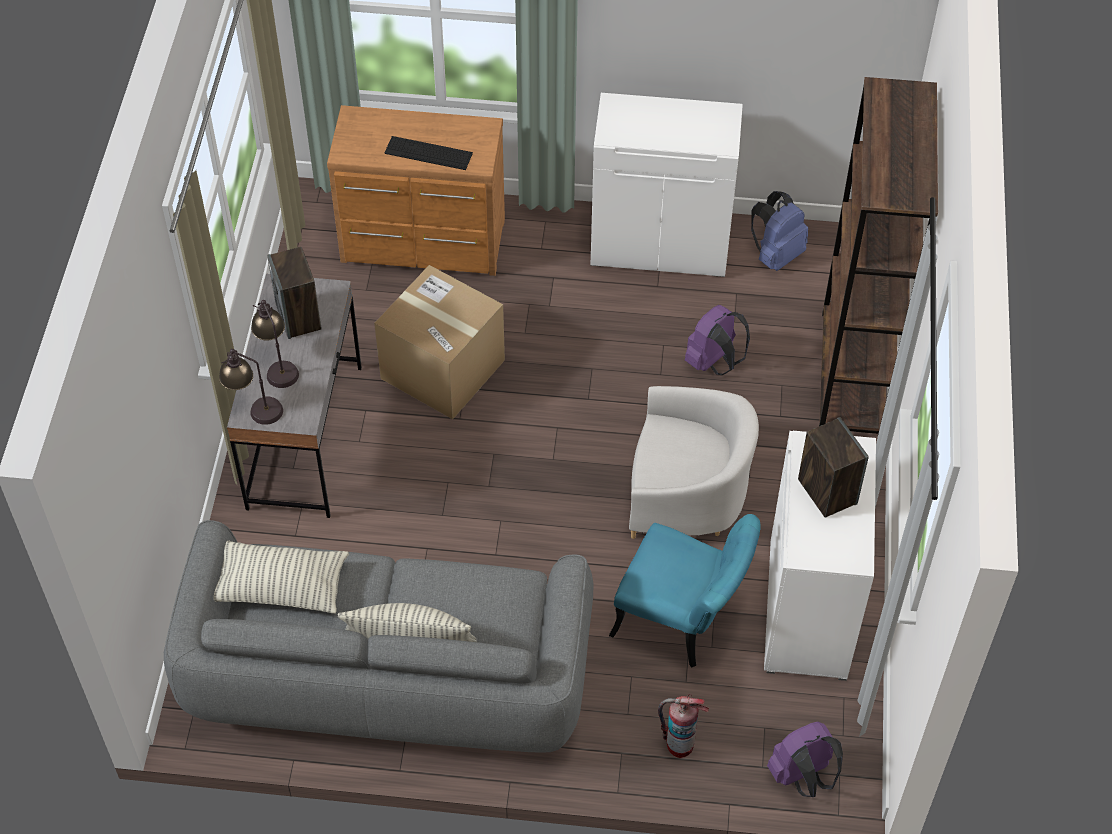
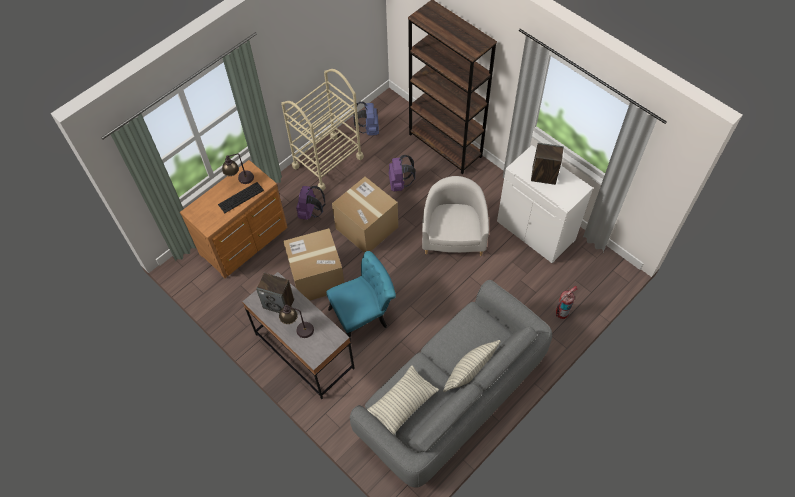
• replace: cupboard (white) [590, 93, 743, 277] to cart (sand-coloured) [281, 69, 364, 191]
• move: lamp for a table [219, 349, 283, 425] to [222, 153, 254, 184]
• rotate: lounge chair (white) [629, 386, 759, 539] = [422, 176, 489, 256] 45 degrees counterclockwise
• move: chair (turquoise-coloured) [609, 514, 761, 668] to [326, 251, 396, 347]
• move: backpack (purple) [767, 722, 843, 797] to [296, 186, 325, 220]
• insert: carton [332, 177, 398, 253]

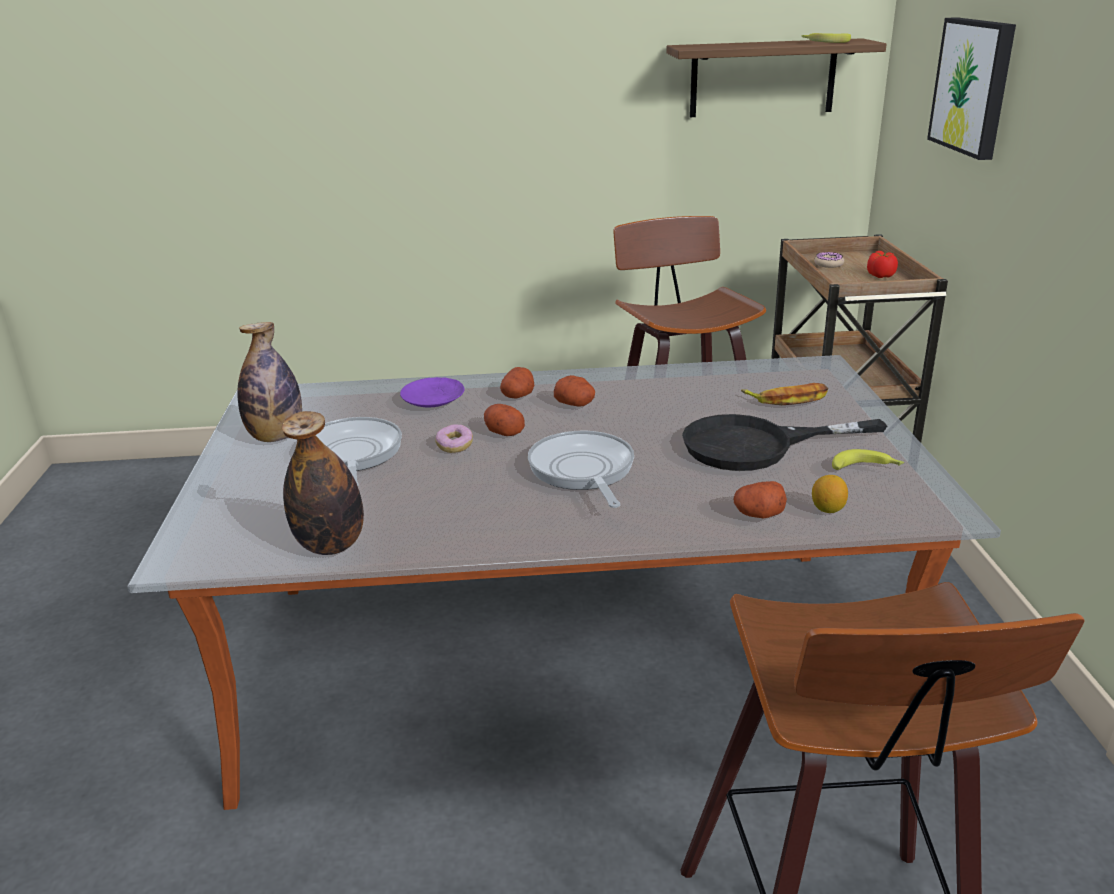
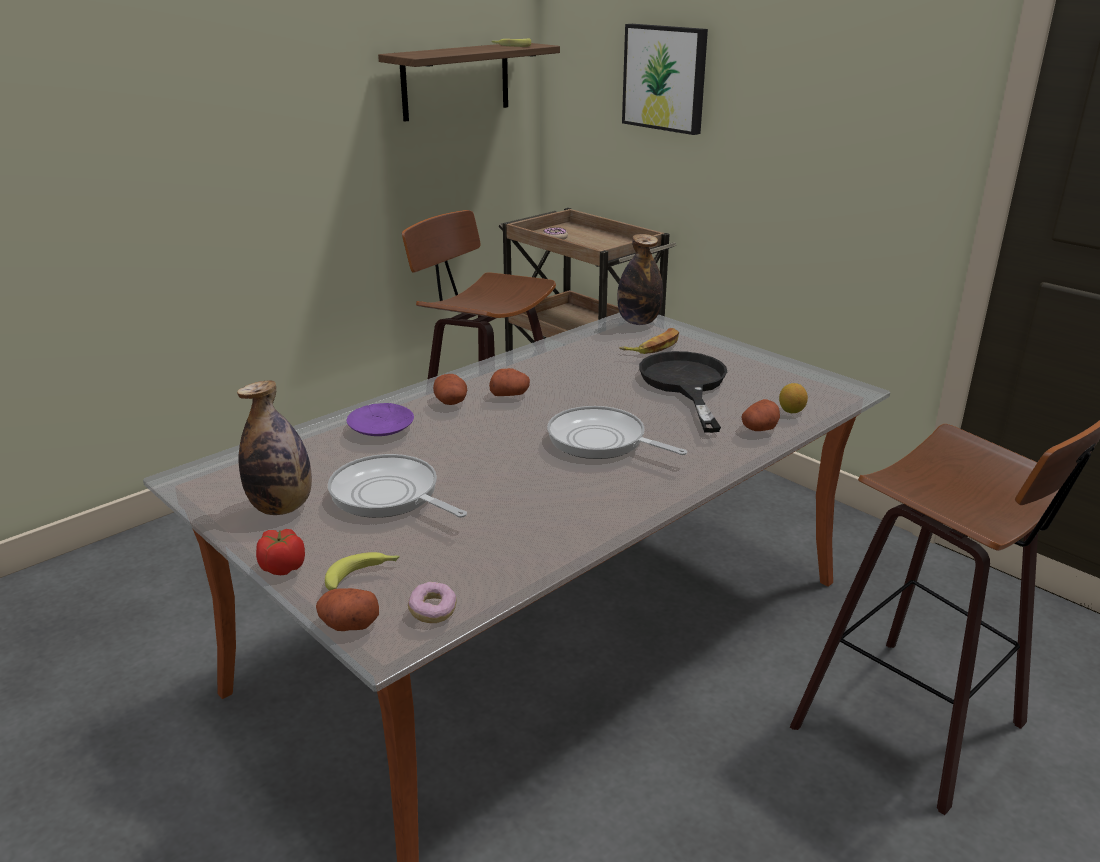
• move: fresh tomato [867, 251, 898, 278] to [256, 529, 305, 575]
• move: potato [484, 404, 525, 436] to [316, 588, 379, 631]
• move: bottle [282, 411, 364, 555] to [617, 234, 663, 325]
• rotate: frying pan (blackish) [682, 414, 887, 471] = [639, 351, 727, 433] 135 degrees clockwise
• move: donut [435, 424, 473, 453] to [408, 582, 457, 623]
• move: banana [832, 449, 904, 470] to [325, 552, 400, 590]

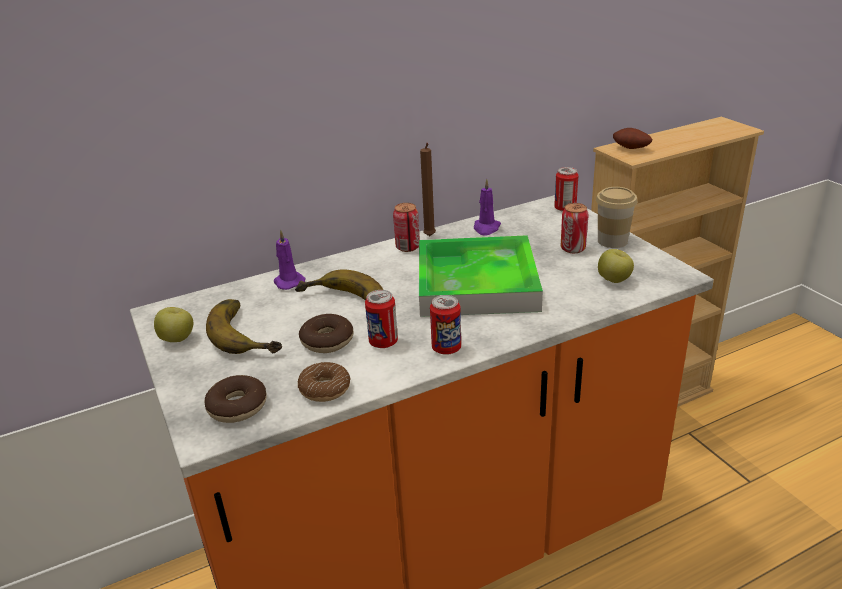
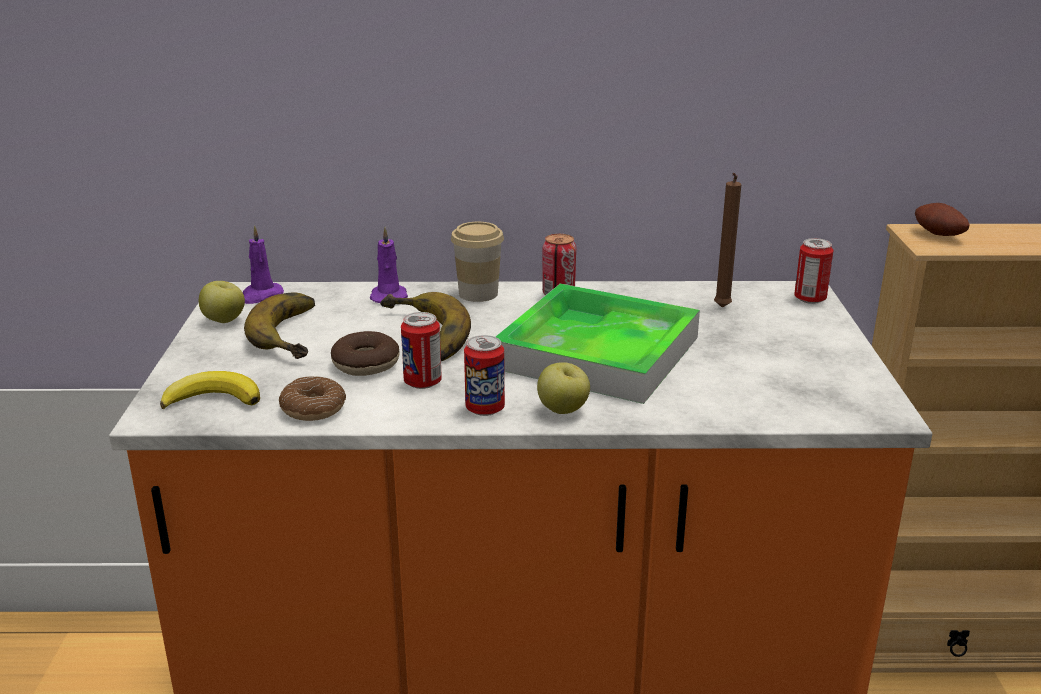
• move: candle (brown-coloured) [420, 143, 436, 236] to [714, 173, 741, 308]
• move: candle (purple) [474, 178, 501, 235] to [243, 225, 284, 304]
• move: drinking cup [596, 187, 637, 248] to [451, 222, 504, 302]
• delete: can [561, 203, 589, 253]
• move: whole apple [598, 249, 634, 283] to [537, 362, 590, 414]
• replace: donut [205, 375, 266, 423] to banana [160, 371, 260, 409]

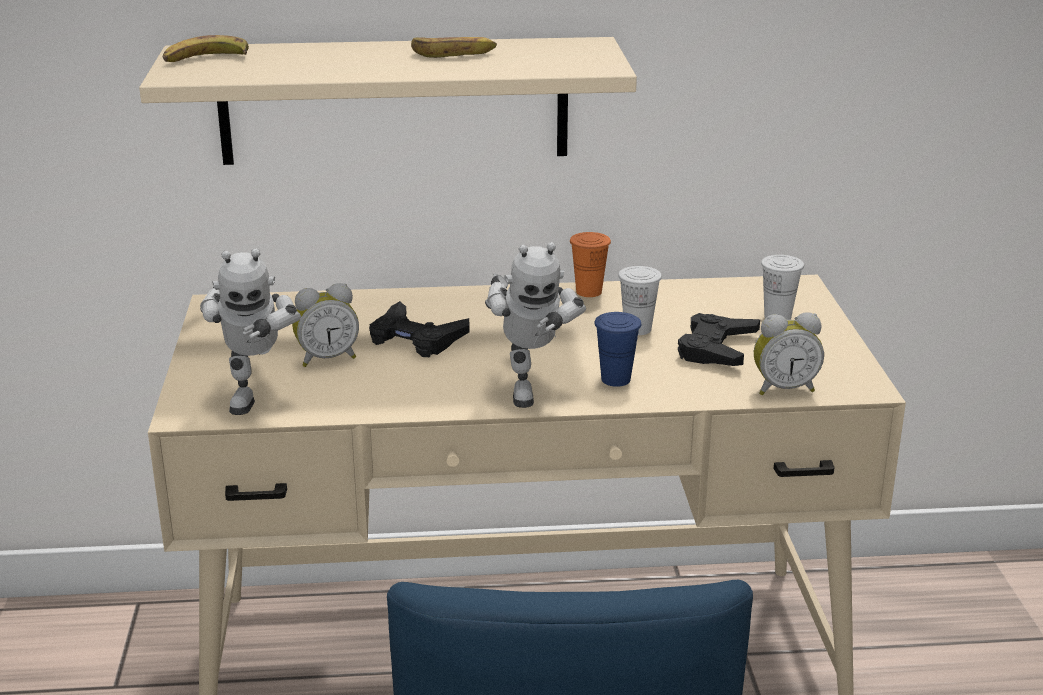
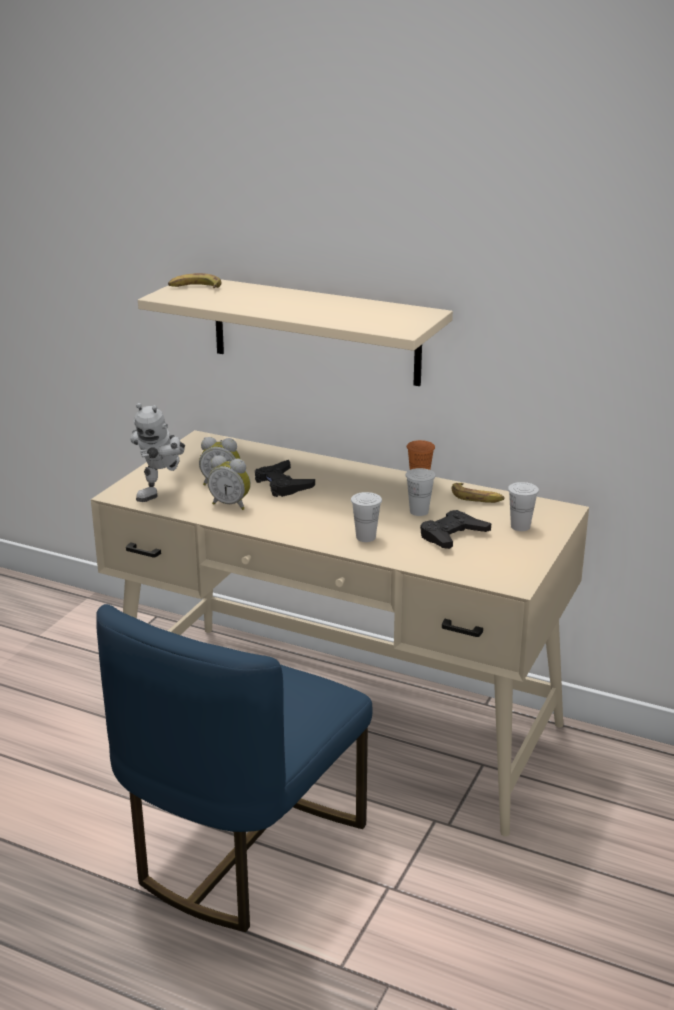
• move: banana [411, 37, 497, 58] to [452, 483, 505, 503]
• delete: toy robot [485, 242, 586, 408]
• recolor: drinking cup (bluish) [594, 312, 641, 387] to drinking cup (white) [351, 492, 382, 542]
• move: alarm clock [754, 313, 824, 395] to [207, 455, 251, 510]

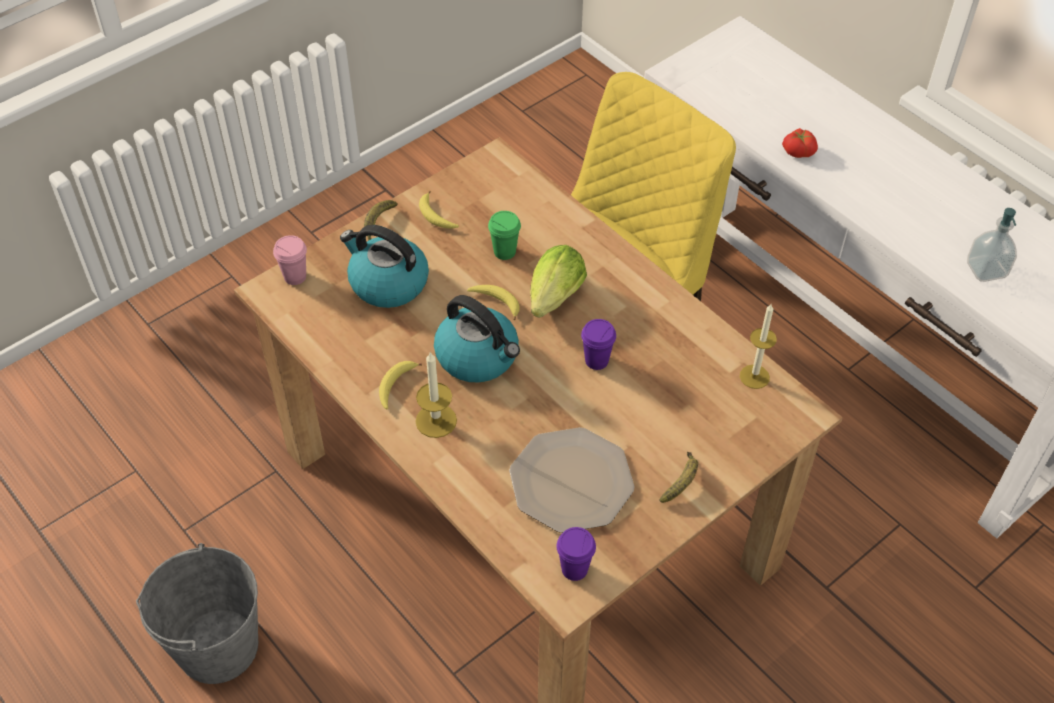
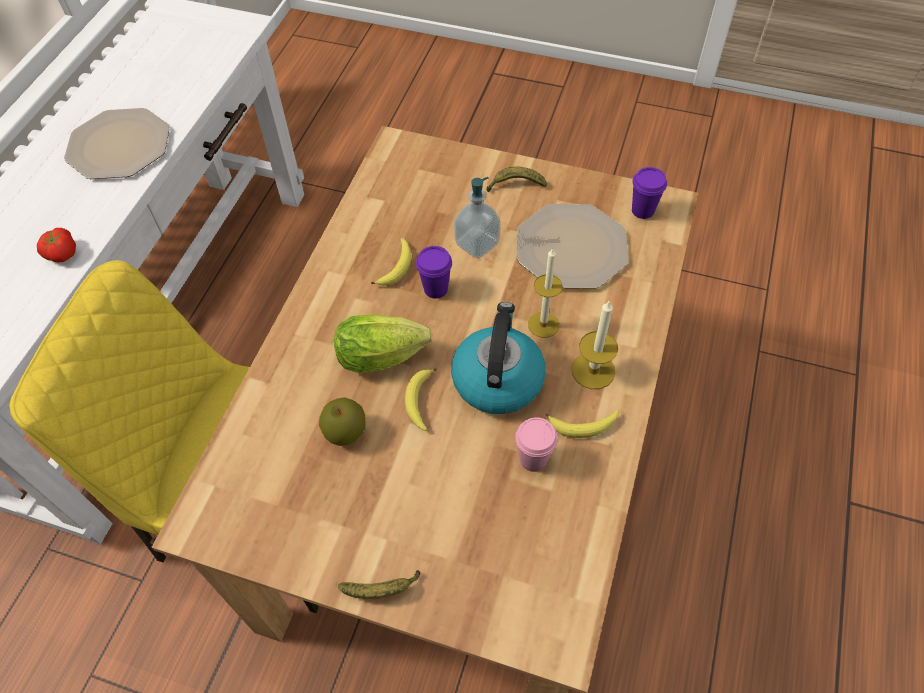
• move: banana [419, 191, 459, 228] to [371, 238, 411, 286]
• move: soap dispenser [967, 208, 1017, 282] to [454, 177, 501, 258]
• replace: drinking cup (green) [488, 211, 521, 260] to whole apple [319, 397, 366, 446]
• delete: water kettle [340, 225, 429, 308]
• move: drinking cup (pink) [273, 235, 307, 285] to [515, 417, 558, 472]
• move: candle [740, 304, 777, 389] to [528, 248, 563, 338]
• delete: water bucket (grey) [136, 543, 259, 684]
• insert: flat dish [64, 108, 170, 179]

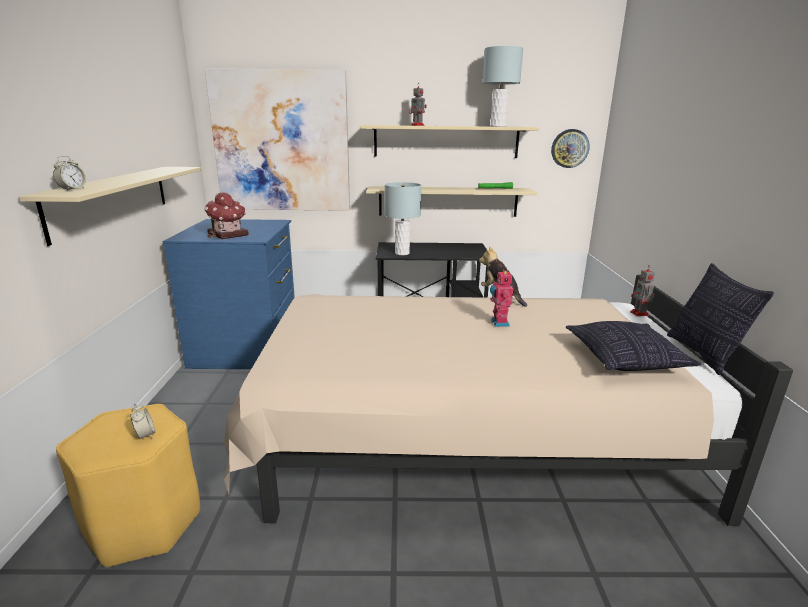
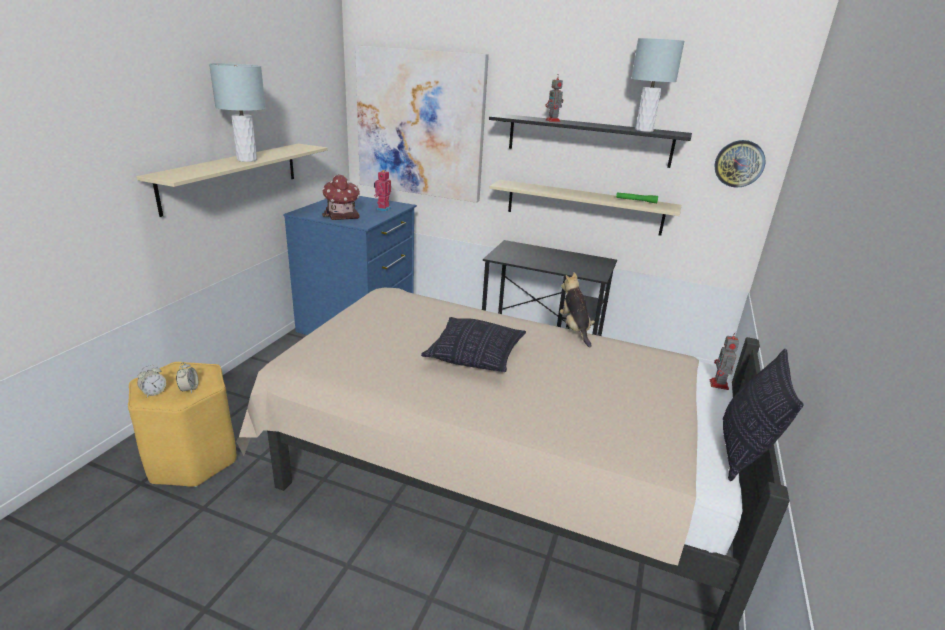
• recolor: bracket shelf (sand-coloured) [360, 125, 539, 158] to bracket shelf (blackish) [489, 114, 692, 168]
• move: alarm clock [53, 156, 86, 191] to [137, 365, 166, 397]
• move: lamp for a table (grey) [385, 182, 421, 255] to [209, 63, 266, 162]
• move: toy robot [490, 271, 513, 327] to [374, 170, 391, 212]
• move: cushion [566, 321, 702, 371] to [421, 317, 526, 372]

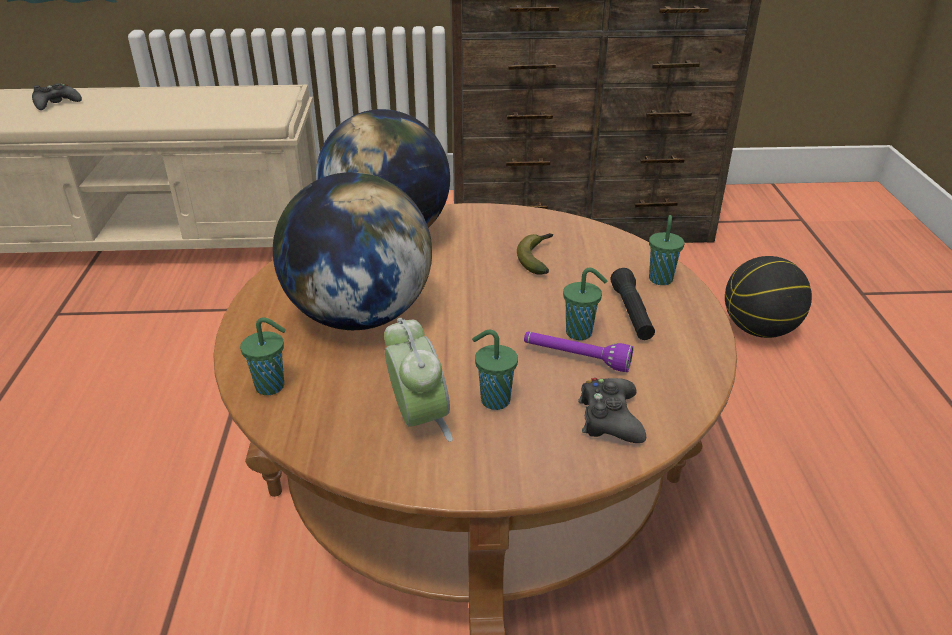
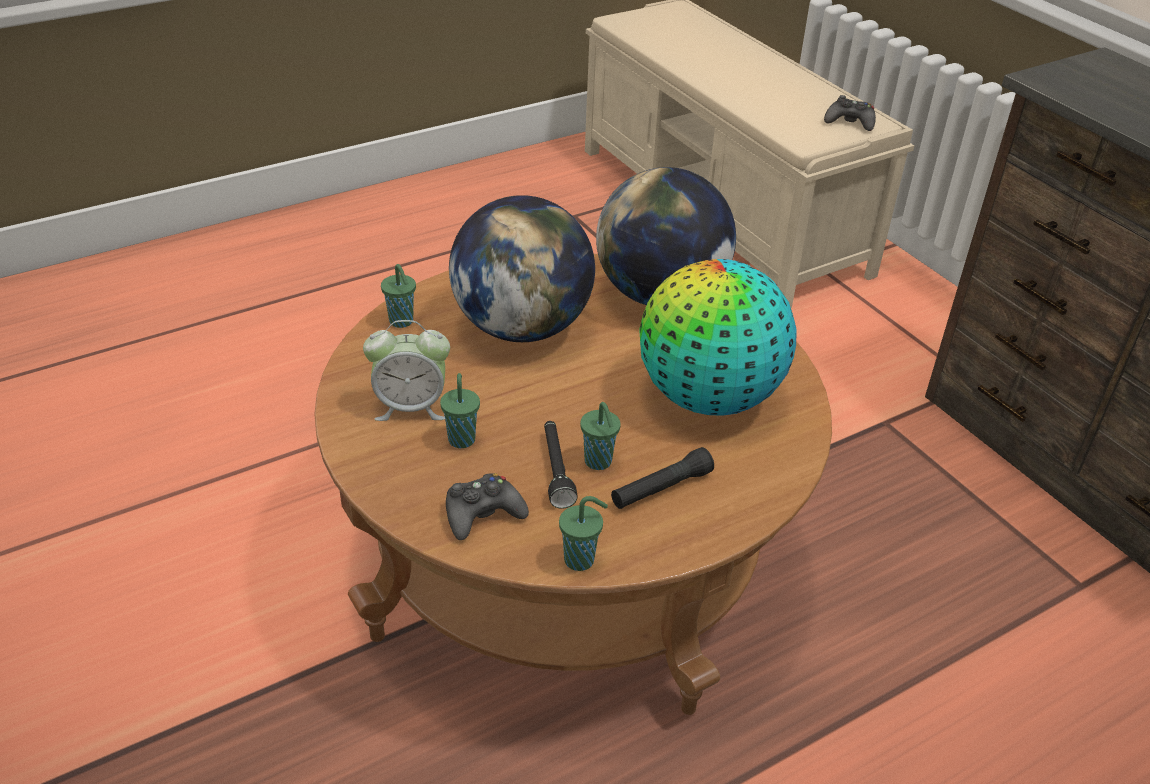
• move: joypad (blackish) [32, 83, 82, 110] to [824, 95, 876, 131]
• move: drinking cup (green) [649, 215, 684, 285] to [559, 496, 608, 571]
• replace: banana [517, 233, 553, 275] to world globe [639, 259, 797, 416]
• delete: basketball [725, 256, 812, 338]
• rotate: alarm clock [384, 318, 453, 442] = [363, 320, 450, 421] 45 degrees clockwise
• recolor: torch (purple) [524, 332, 633, 372] to torch (blackish) [544, 421, 578, 509]

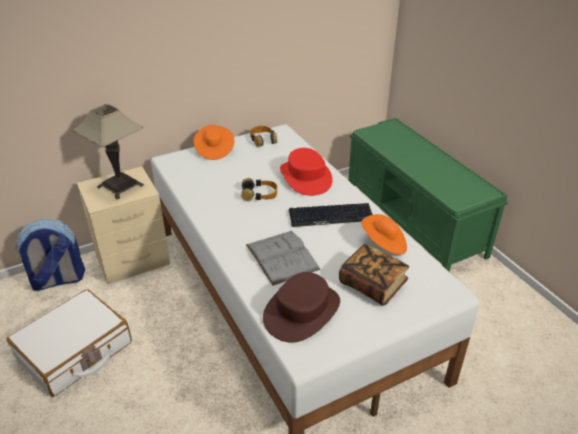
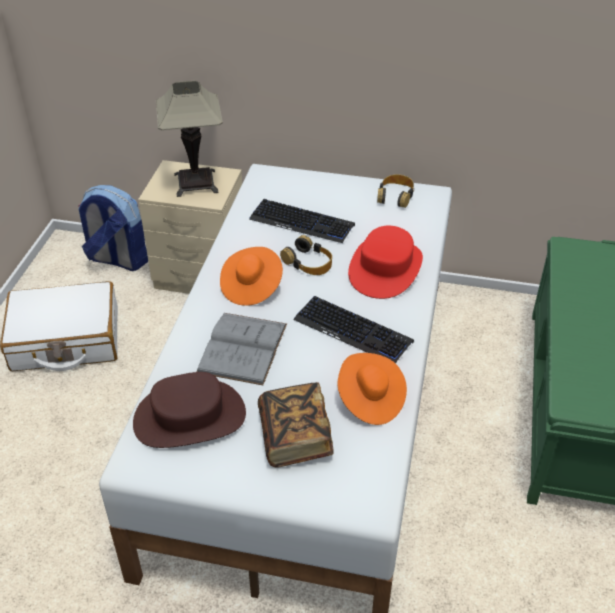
• move: clothing hat (orangey) [194, 125, 234, 160] to [220, 247, 283, 306]
• insert: keyboard [249, 199, 355, 243]

